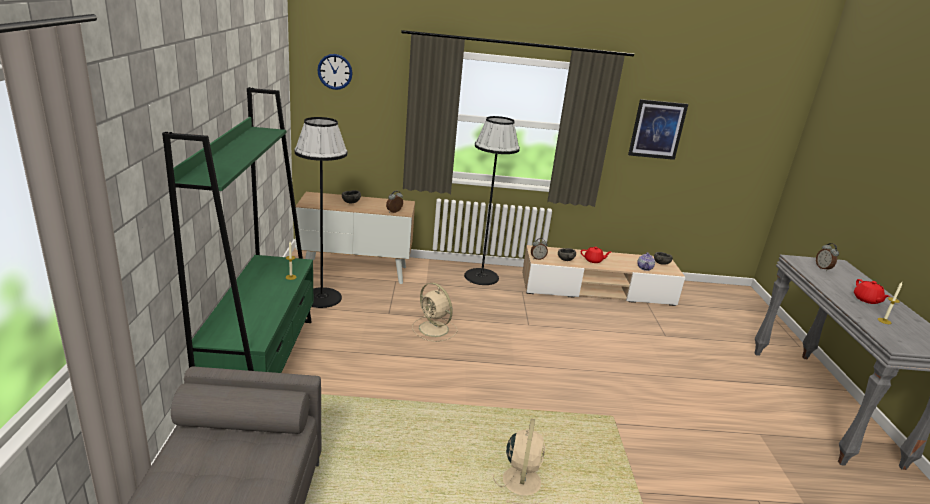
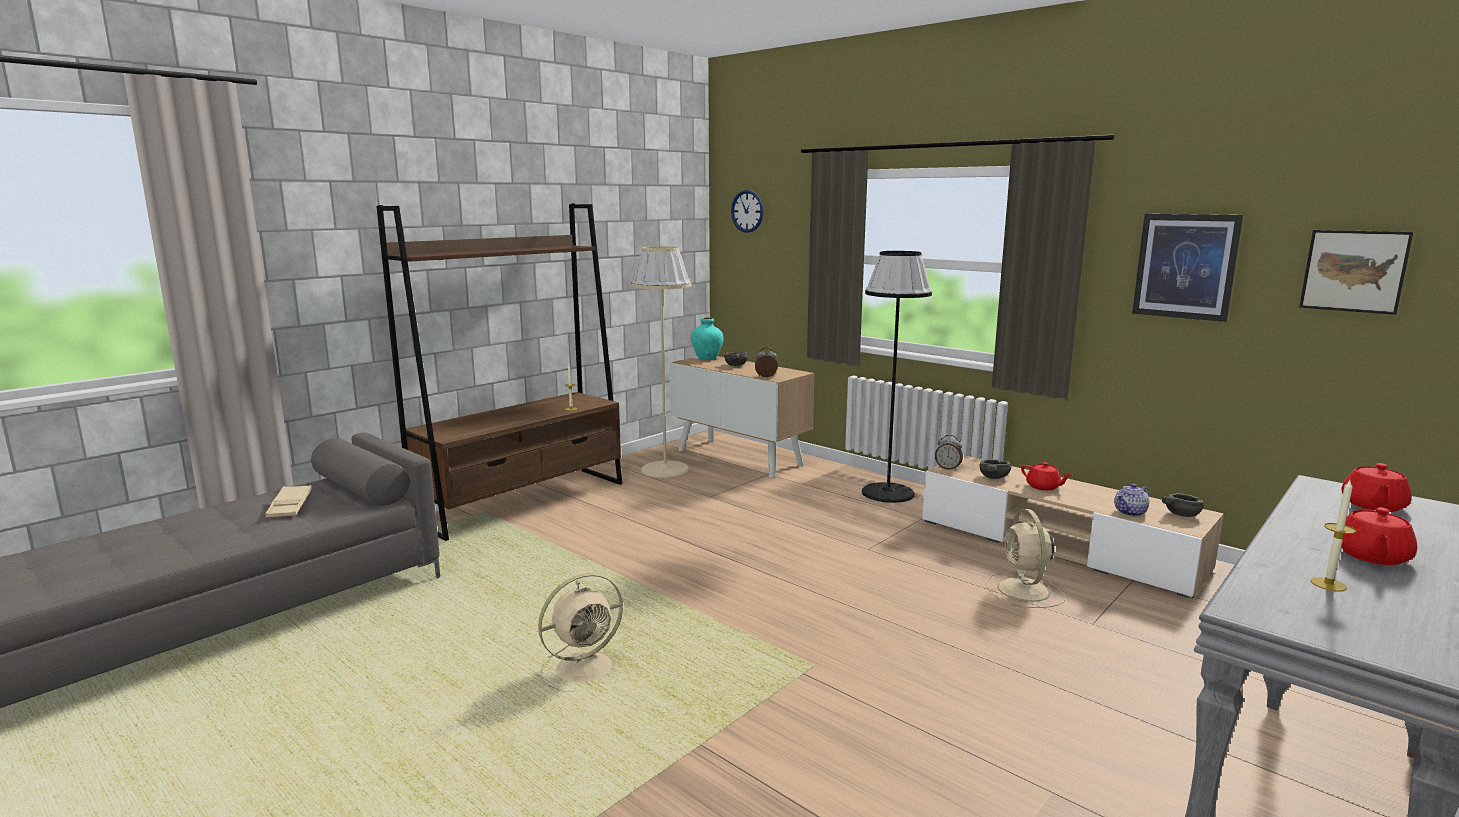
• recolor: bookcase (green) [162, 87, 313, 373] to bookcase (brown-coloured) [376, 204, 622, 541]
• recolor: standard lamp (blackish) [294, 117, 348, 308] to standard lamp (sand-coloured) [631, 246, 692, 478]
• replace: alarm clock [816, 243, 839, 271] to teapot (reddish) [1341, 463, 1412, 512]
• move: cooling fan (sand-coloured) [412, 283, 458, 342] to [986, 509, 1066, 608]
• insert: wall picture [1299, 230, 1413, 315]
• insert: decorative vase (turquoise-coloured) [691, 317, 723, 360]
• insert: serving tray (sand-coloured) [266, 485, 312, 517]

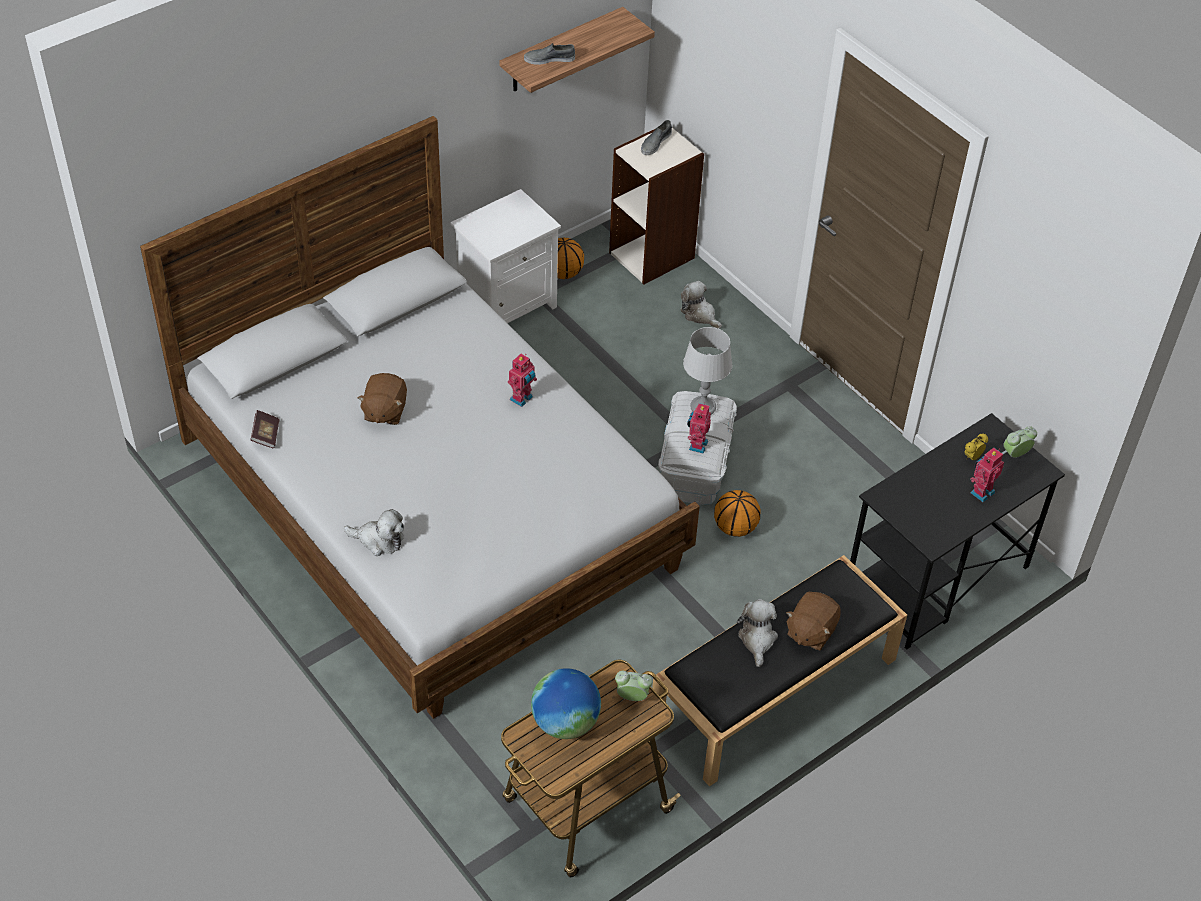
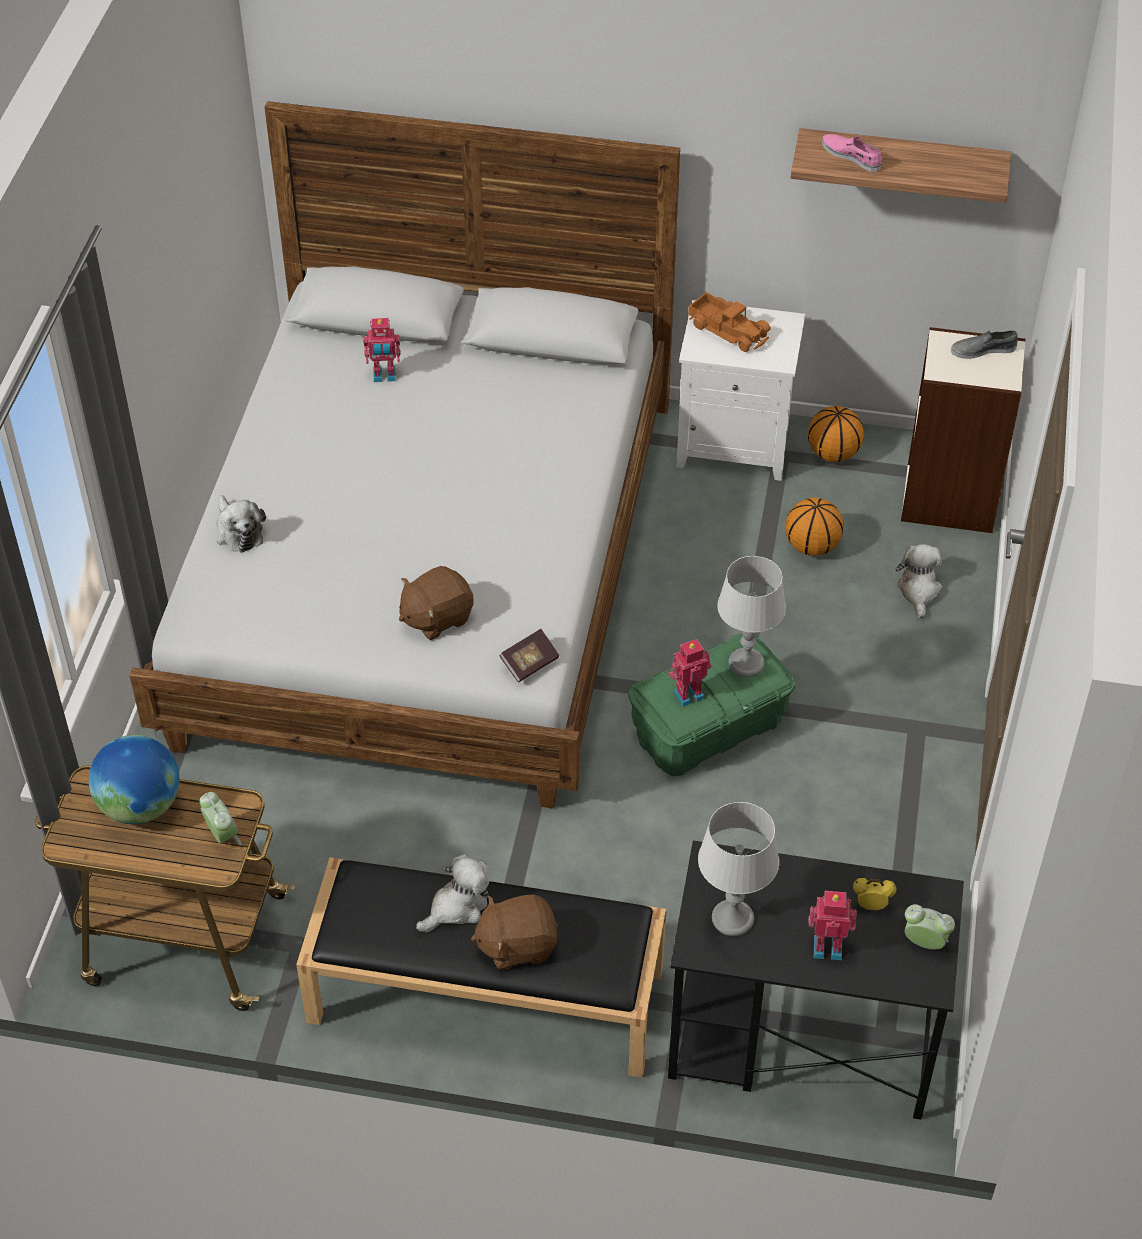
• recolor: shoe (grey) [524, 43, 575, 65] to shoe (pink) [822, 134, 882, 172]
• move: toy robot [508, 354, 537, 407] to [363, 318, 401, 382]
• move: cuddly toy (brown-coloured) [358, 373, 407, 425] to [399, 566, 474, 640]
• recolor: storage container (white) [658, 391, 737, 505] to storage container (green) [628, 633, 796, 776]
• move: volume [251, 410, 280, 448] to [499, 629, 559, 683]
• move: basketball [714, 490, 760, 537] to [785, 498, 843, 556]
• insert: model truck [688, 292, 771, 352]
• insert: lamp for a table (grey) [698, 802, 779, 936]

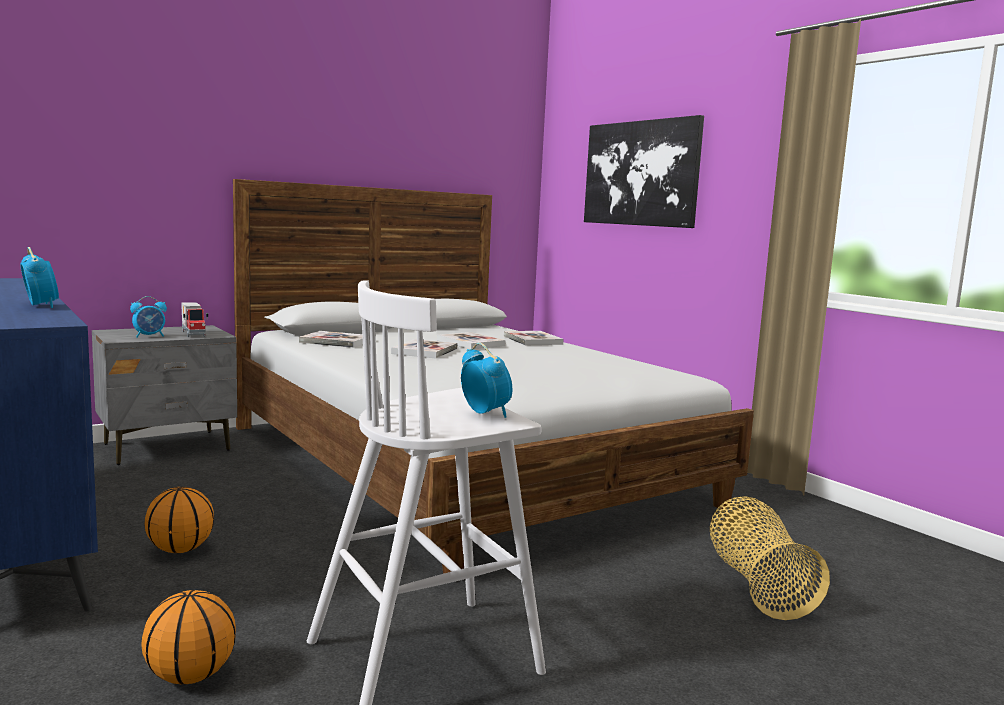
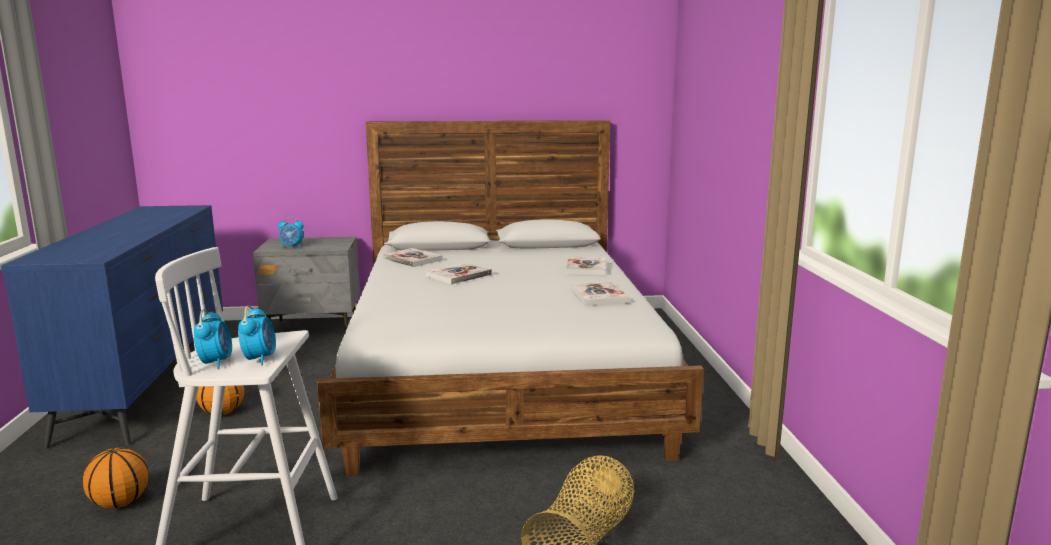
• delete: wall picture [584, 115, 704, 228]
• move: alarm clock [20, 247, 59, 308] to [194, 309, 232, 369]
• delete: model truck [181, 302, 208, 337]
• move: volume [437, 332, 506, 349] to [571, 282, 630, 306]

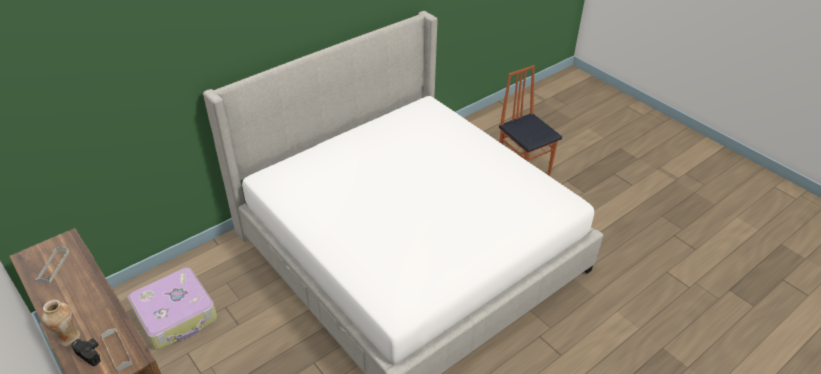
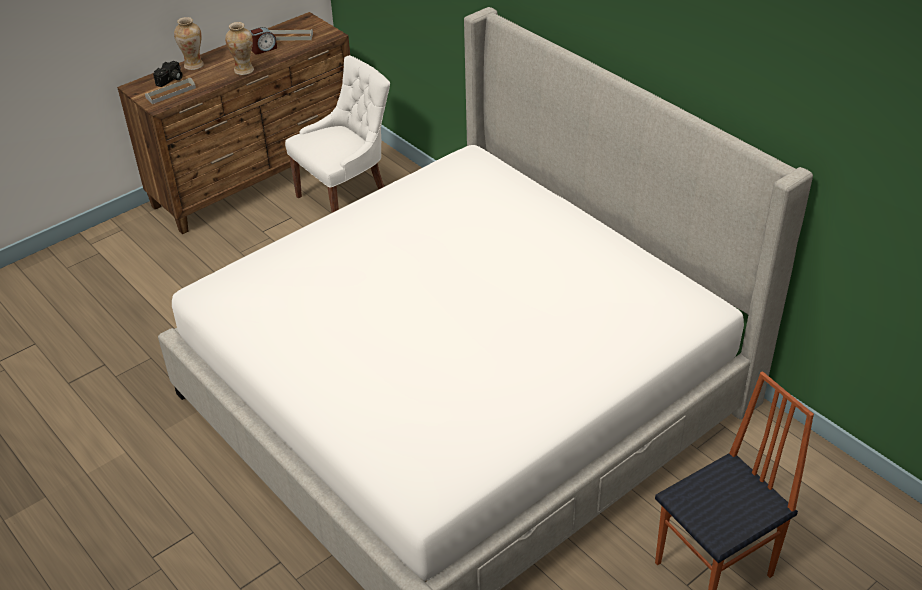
• replace: travel case [128, 268, 218, 350] to chair (white) [285, 55, 390, 213]
• insert: decorative vase [225, 22, 254, 75]
• insert: alarm clock [250, 27, 277, 54]

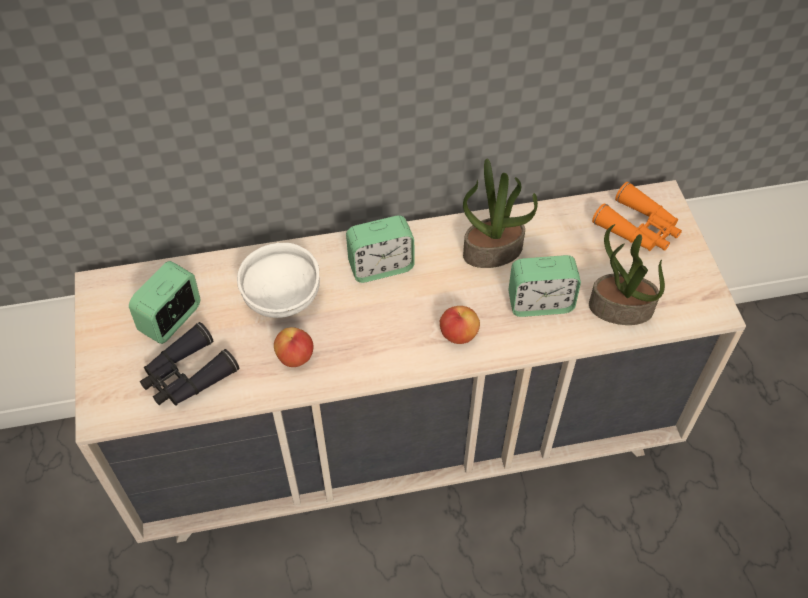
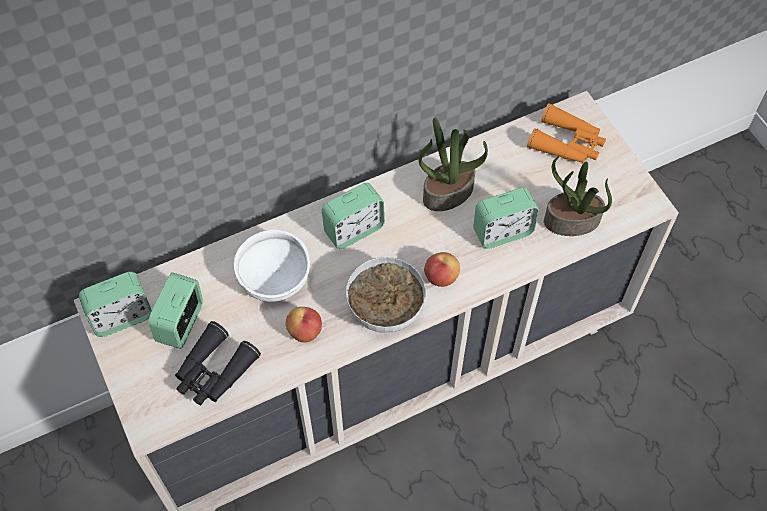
• insert: serving bowl [346, 257, 426, 333]
• insert: alarm clock [79, 272, 152, 337]

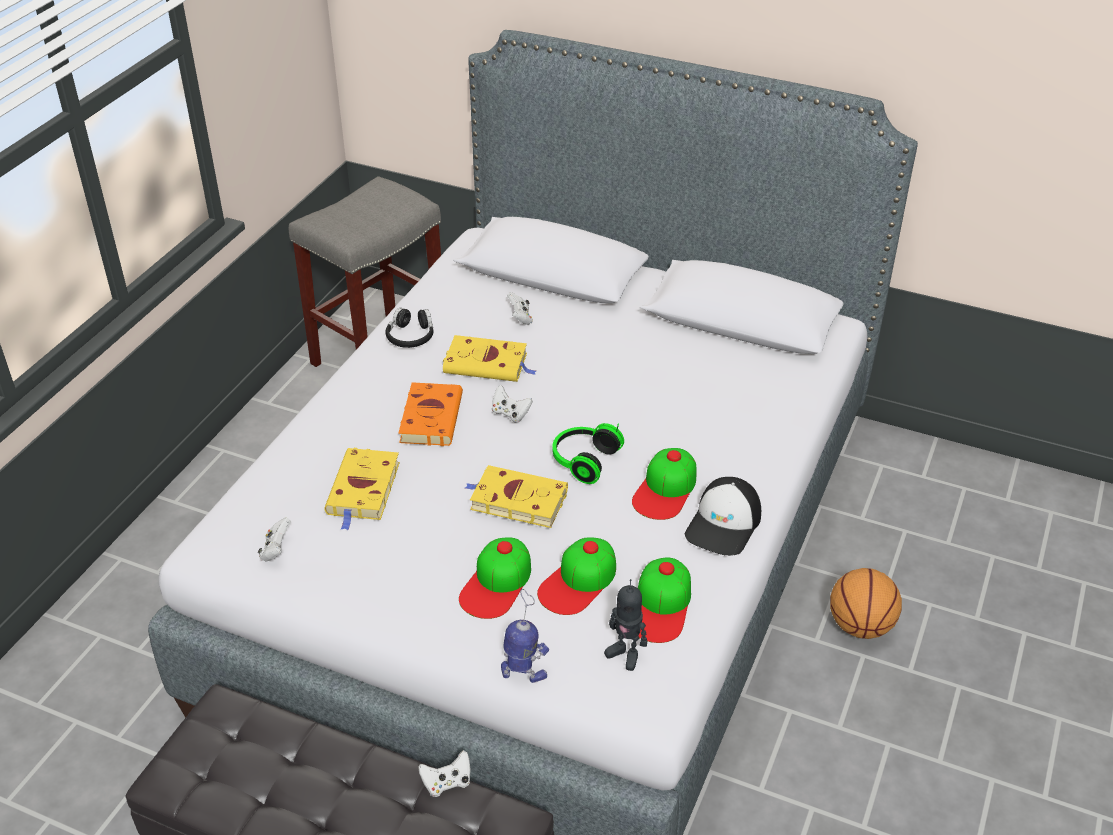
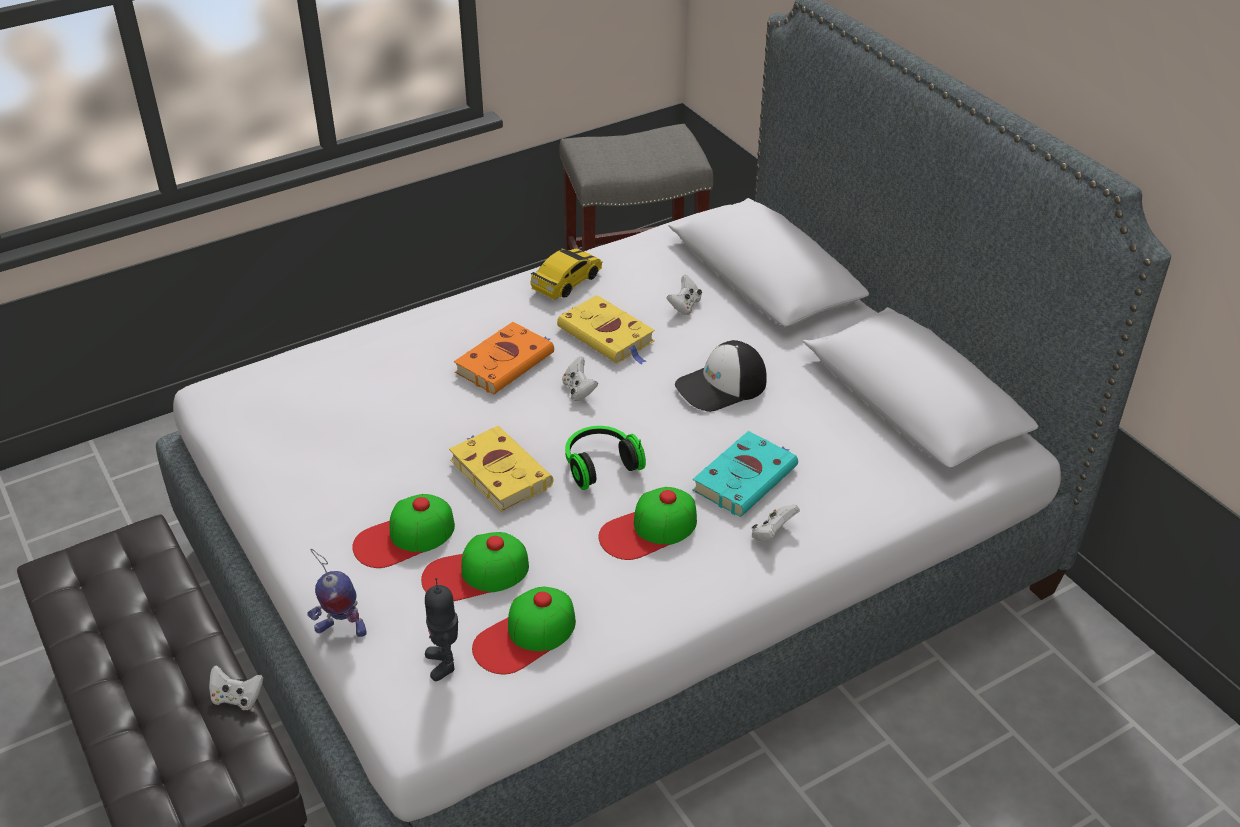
• replace: headset (blackish) [385, 308, 433, 348] to model car [530, 248, 602, 300]
• delete: volume (yellow) [324, 448, 400, 530]
• move: peaked cap [685, 477, 761, 556] to [675, 340, 767, 412]
• move: joypad (white) [258, 518, 291, 561] to [752, 504, 800, 541]
• delete: basketball [830, 568, 902, 639]
• rotate: toy robot [501, 589, 549, 683] = [307, 549, 367, 637] 135 degrees clockwise
• insert: volume (turquoise-coloured) [692, 431, 798, 517]

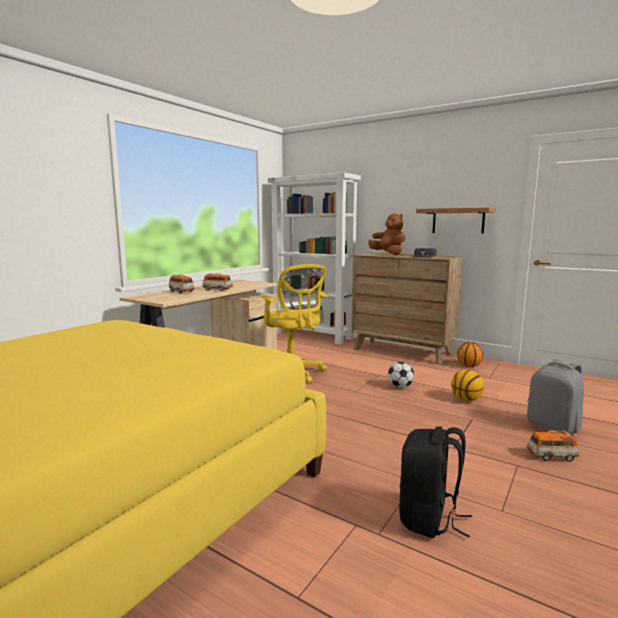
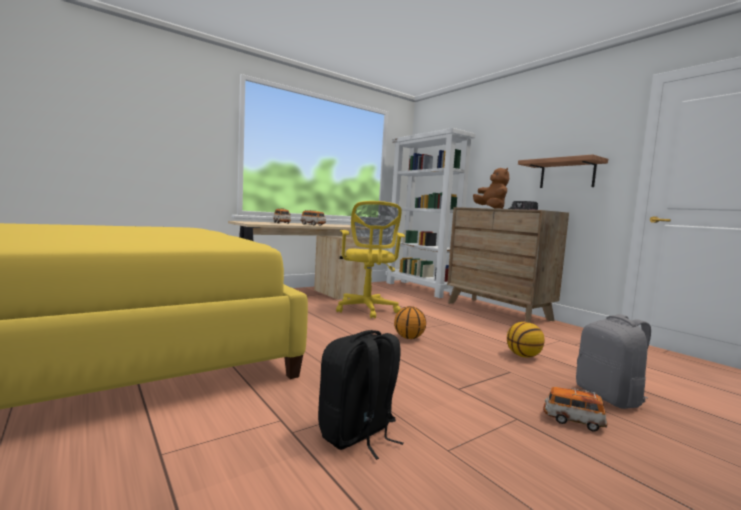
• move: basketball [457, 342, 484, 367] to [394, 306, 426, 339]
• delete: football ball [388, 362, 414, 388]

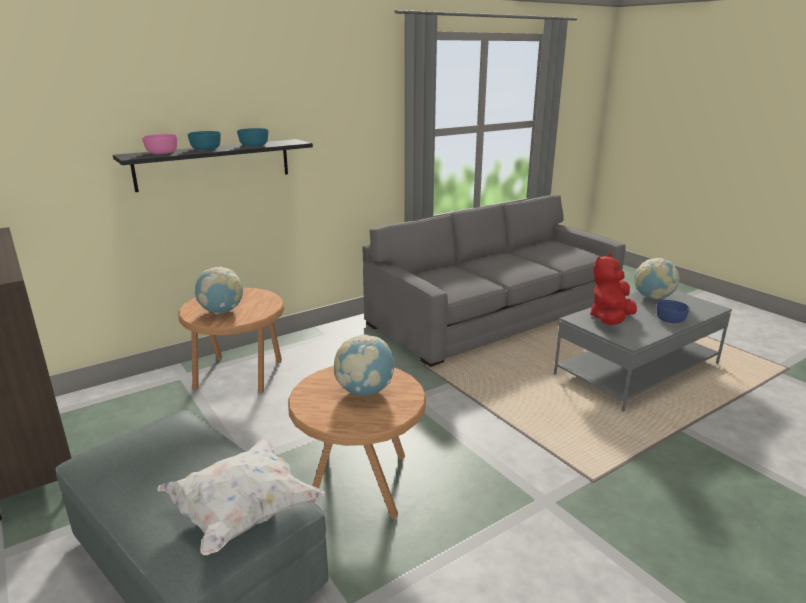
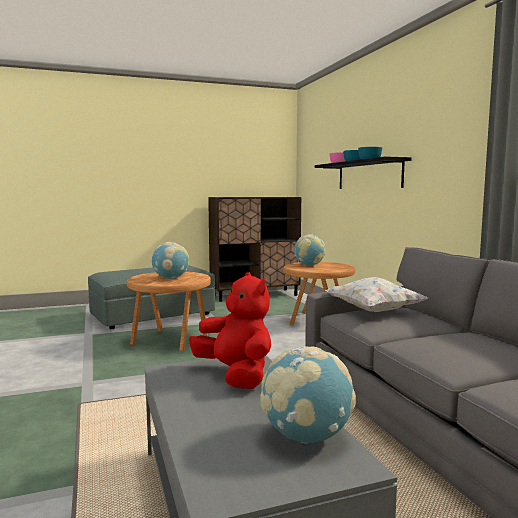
• delete: serving bowl (bluish) [656, 300, 690, 323]
• move: cushion (white) [158, 438, 325, 555] to [325, 277, 429, 312]

